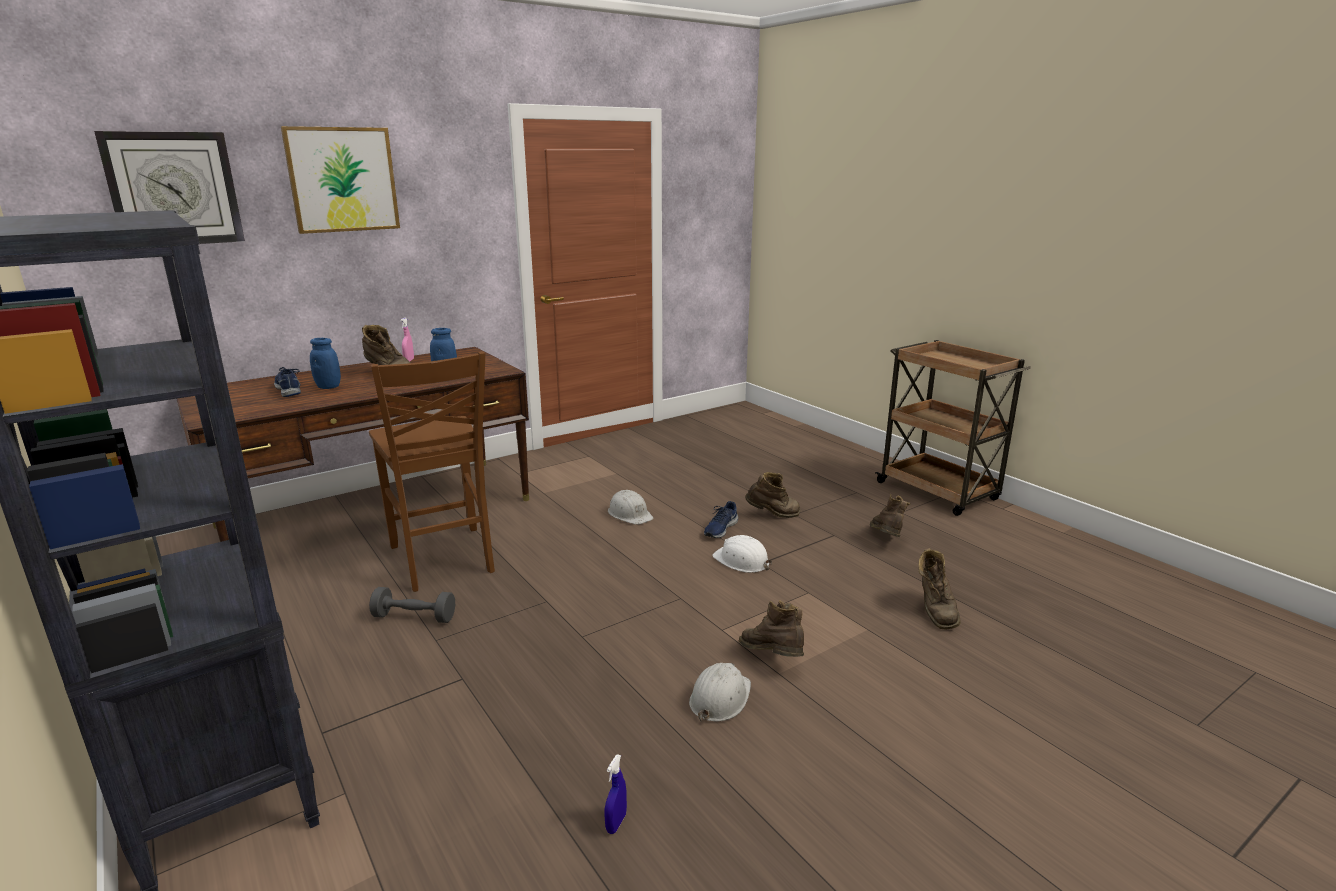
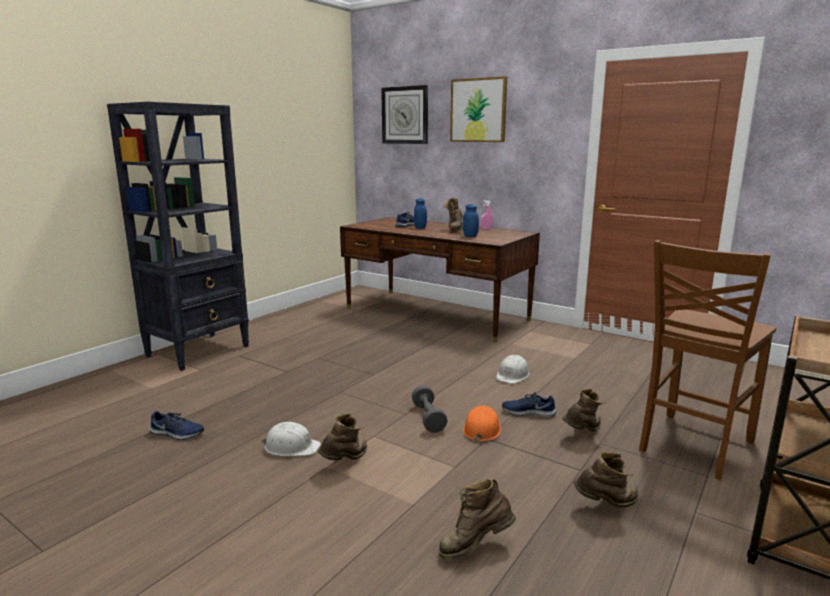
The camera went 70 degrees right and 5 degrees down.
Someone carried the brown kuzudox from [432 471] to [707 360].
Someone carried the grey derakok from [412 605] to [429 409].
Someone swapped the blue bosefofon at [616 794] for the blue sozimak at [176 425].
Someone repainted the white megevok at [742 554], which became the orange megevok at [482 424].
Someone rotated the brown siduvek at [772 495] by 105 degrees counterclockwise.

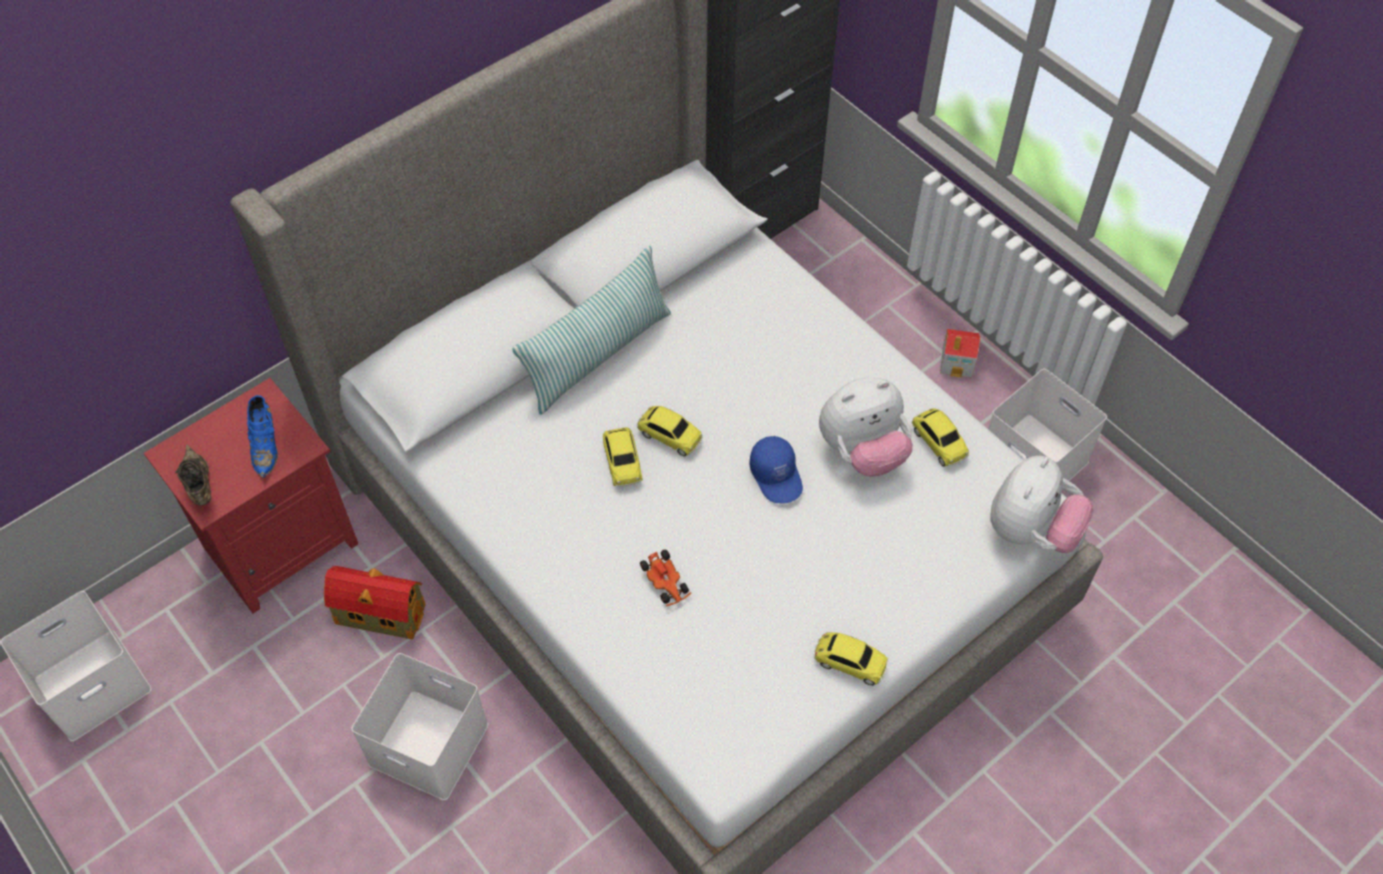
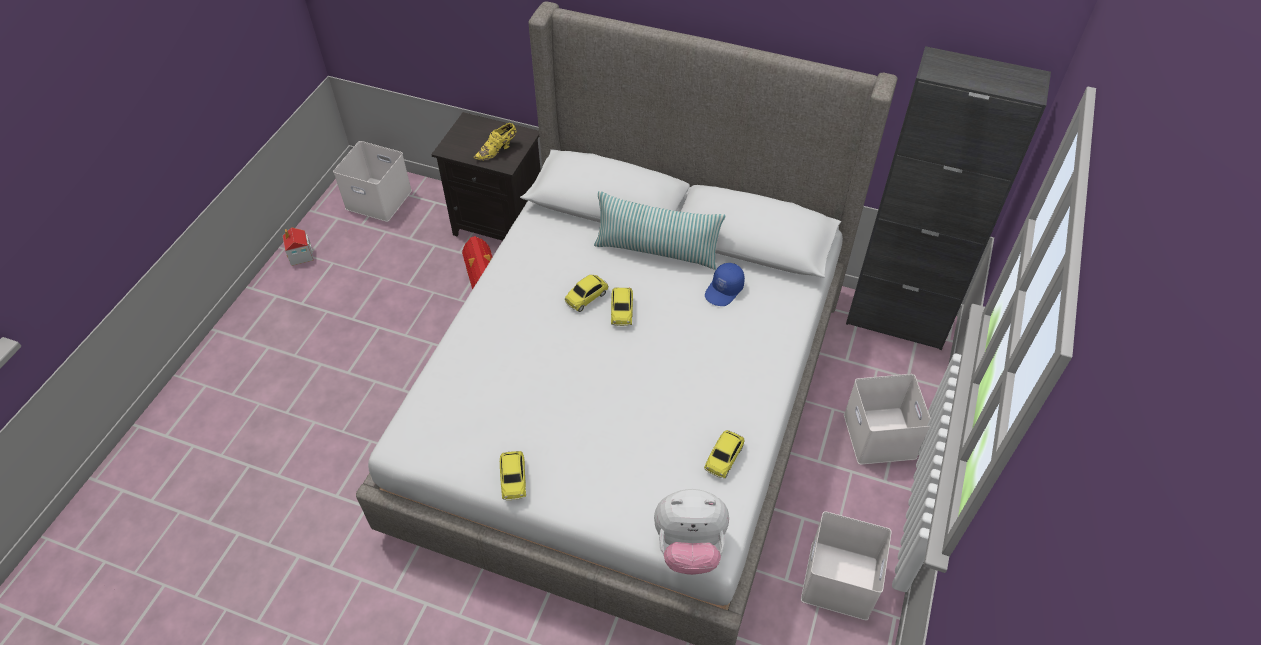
The camera went 60 degrees right and 5 degrees down.
Someone repainted the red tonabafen at [251 495], which became the black tonabafen at [486 176].
Someone took away the brown sozimak at [193 475].
Someone repainted the blue sozimak at [262 436], which became the yellow sozimak at [494 141].
Someone carried the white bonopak from [420 726] to [887 419].
Someone took away the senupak at [665 578].
Someone carried the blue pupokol from [776 470] to [725 284].
Someone took away the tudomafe at [866 427].
Someone carried the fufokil from [960 353] to [298 246].

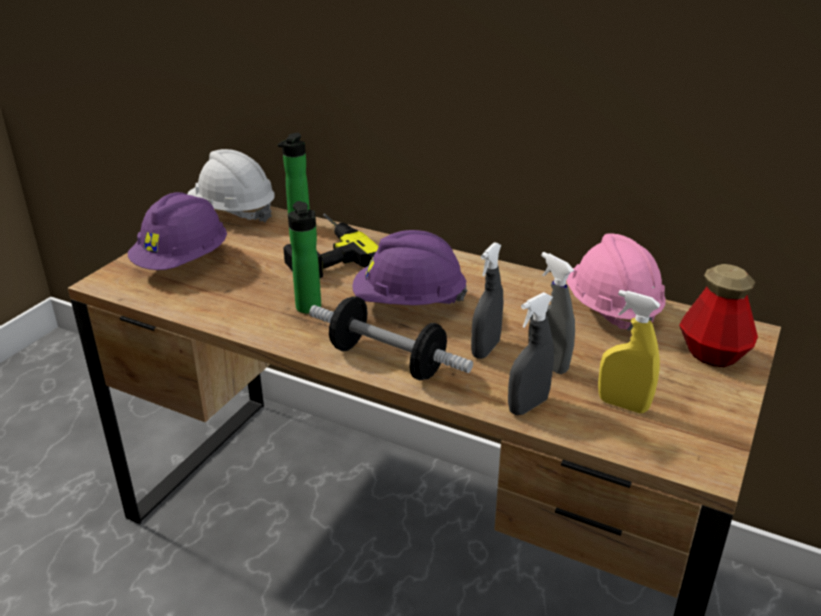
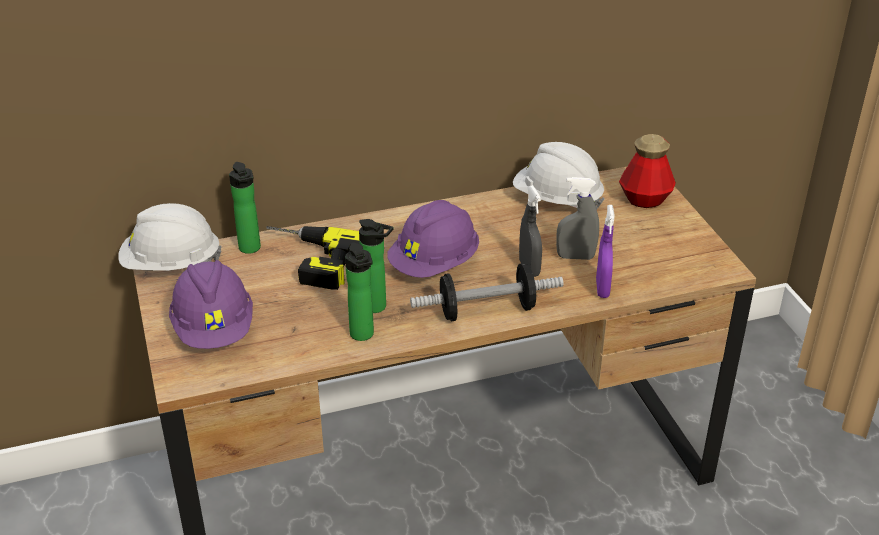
The camera went 45 degrees left and 5 degrees up.
Someone repainted the grey bosefofon at [531 353], which became the purple bosefofon at [605 251].
Someone repainted the pink megevok at [615 282], which became the white megevok at [558 175].
Someone took away the yellow bosefofon at [629 351].
Someone put down the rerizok at [359 292].

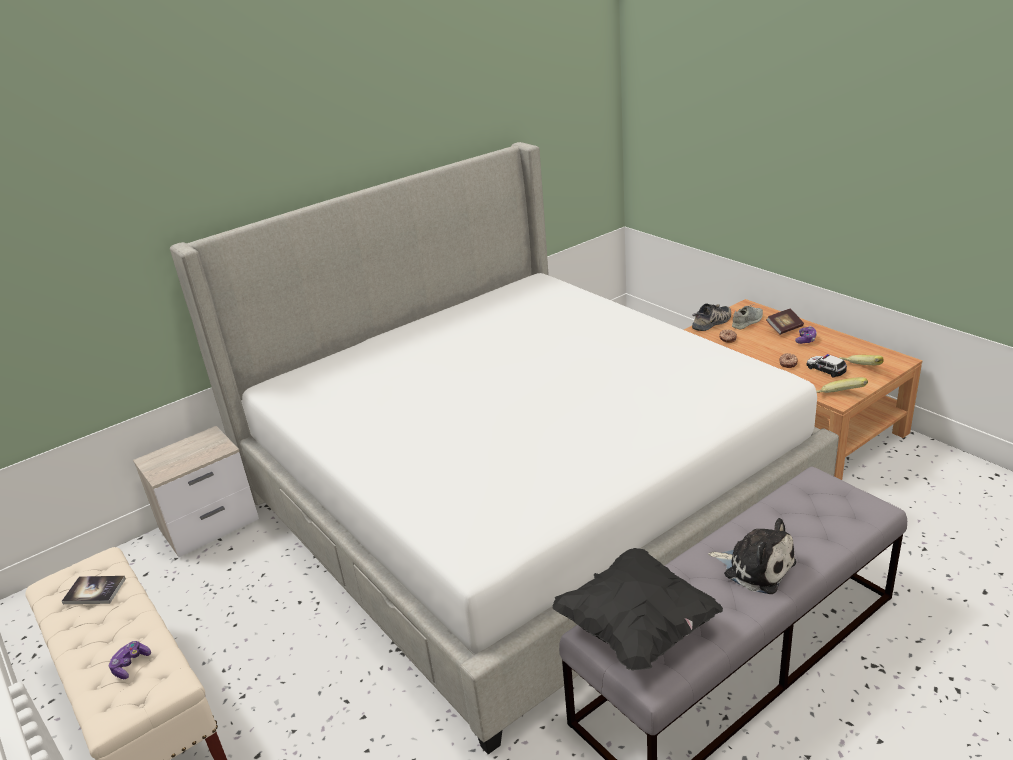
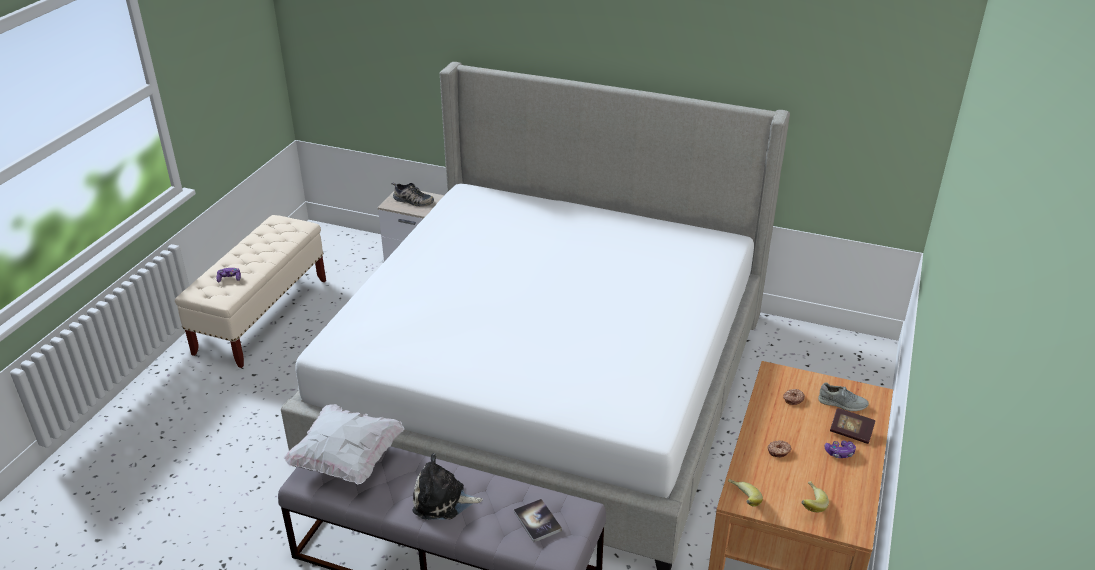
The camera went 55 degrees right and 5 degrees up.
Someone carried the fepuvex from [94 590] to [538 520].
Someone repainted the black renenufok at [638 609], which became the white renenufok at [344 444].
Someone carried the sozimak from [711 317] to [412 195].
Someone rotated the tudomafe at [752 556] by 90 degrees clockwise.
Someone took away the senupak at [826 366].

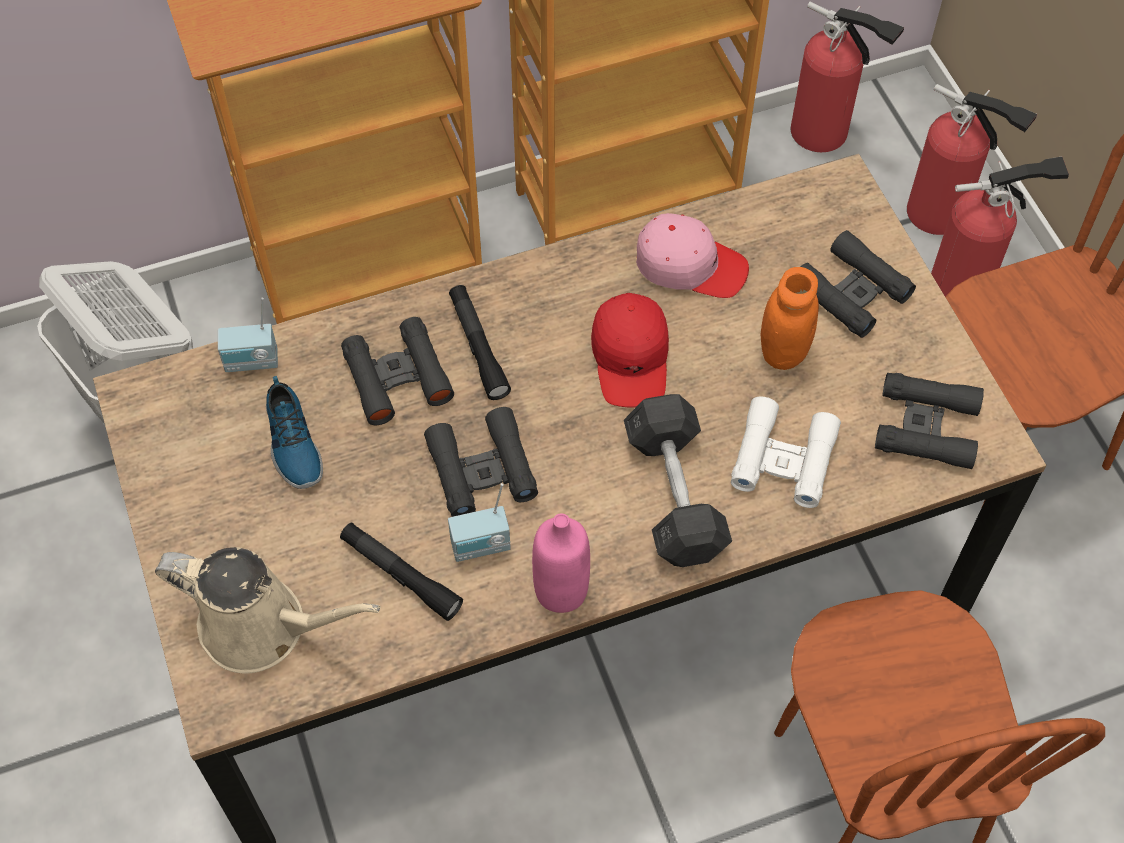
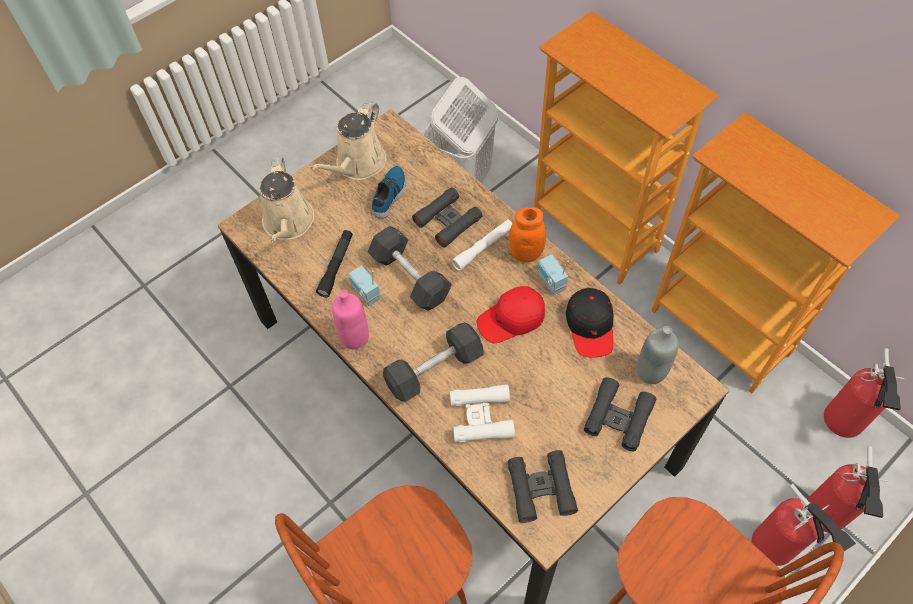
The camera went 70 degrees right and 0 degrees up.
Someone carried the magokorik from [248 334] to [553 274].
Someone rotated the sozimak at [294 432] by 150 degrees clockwise.
Someone swapped the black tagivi at [481 462] for the grey derakok at [410 268].
Someone repainted the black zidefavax at [480 342], which became the white zidefavax at [481 245].
Someone repainted the pink pupokol at [692 255], which became the black pupokol at [590 323].
Someone carried the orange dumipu from [790 318] to [527 234].
Someone put down the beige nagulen at [348 140].
Someone put down the grey rerizok at [658 355].

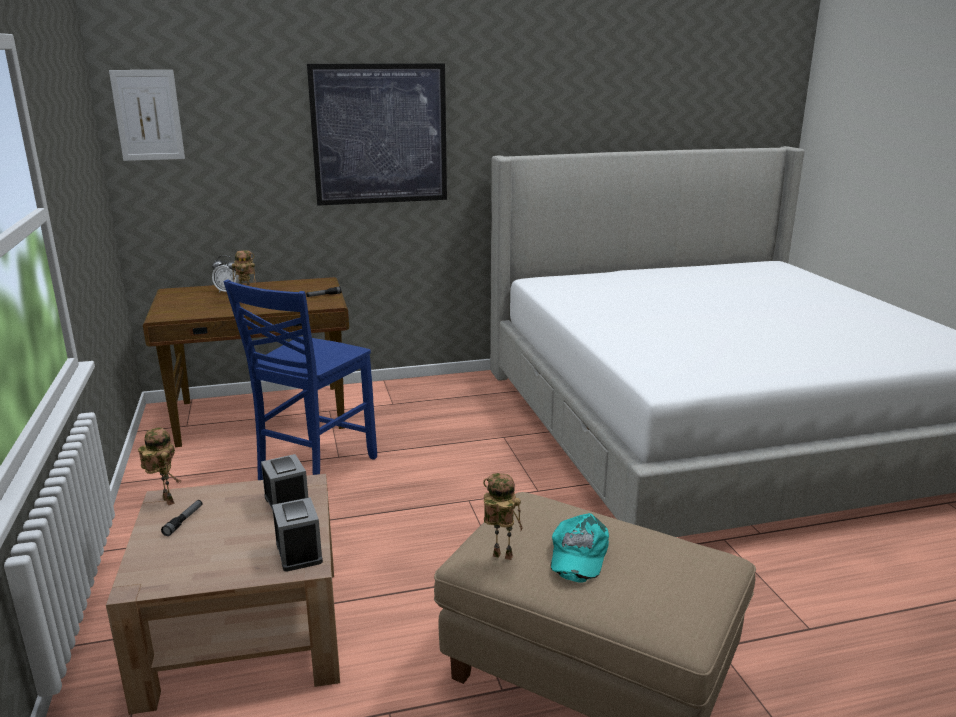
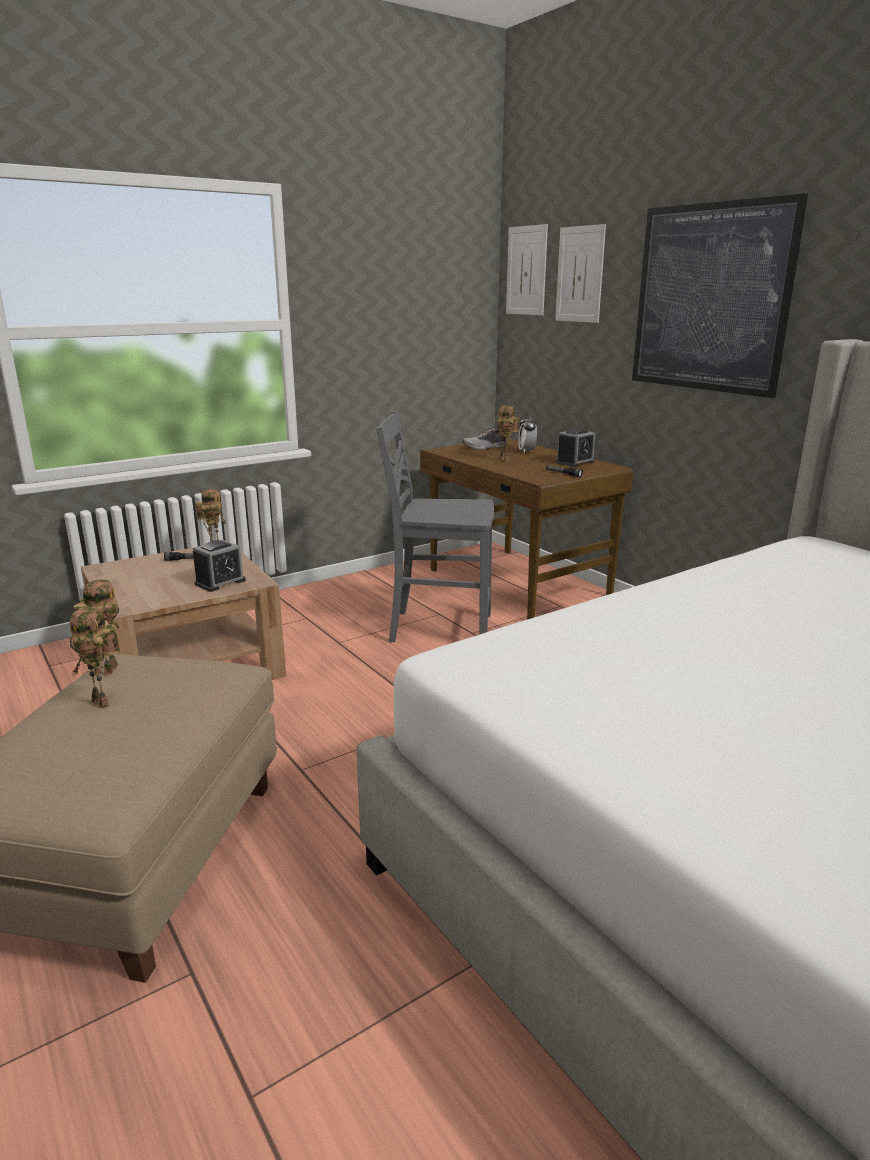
The camera went 70 degrees right and 0 degrees up.
Someone repainted the blue kuzudox at [300 380], which became the grey kuzudox at [435 527].
Someone carried the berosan from [297 534] to [575 447].
Someone swapped the turquoise pupokol at [580 548] for the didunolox at [95 658].
Someone put down the sozimak at [484 438].
Someone put up the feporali at [580 273].

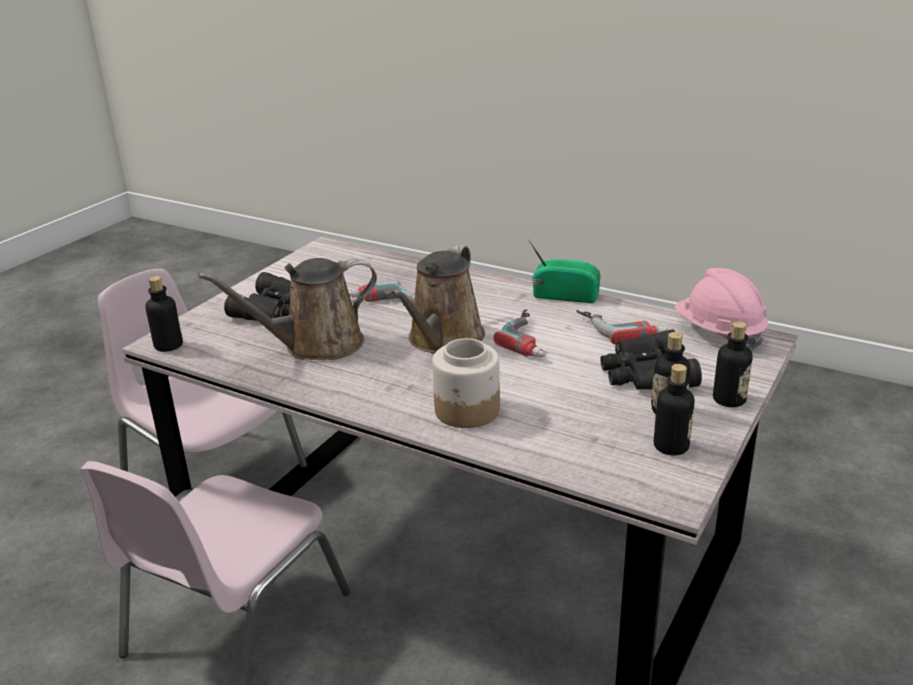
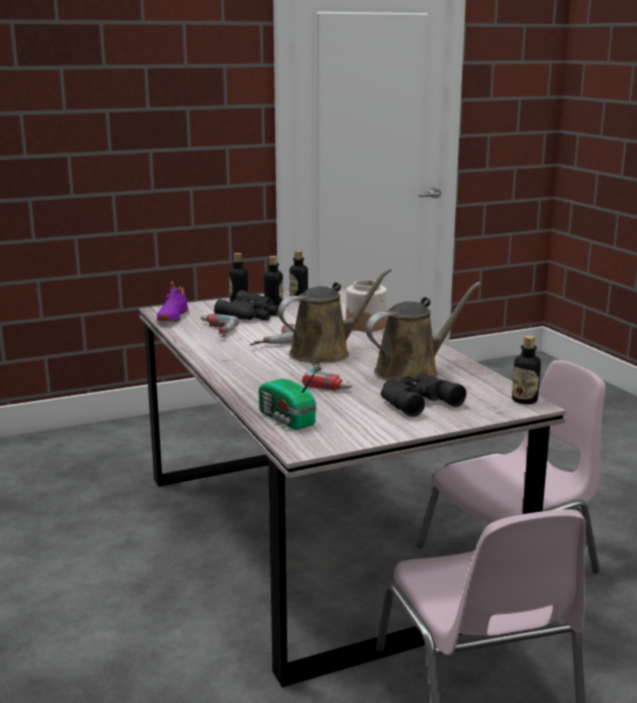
The camera went 145 degrees left and 10 degrees down.
Someone rotated the brown nagulen at [287 309] by 45 degrees counterclockwise.
Someone carried the magokorik from [564 271] to [289 397].
Someone swapped the pink megevok at [721 309] for the purple sozimak at [172 301].

